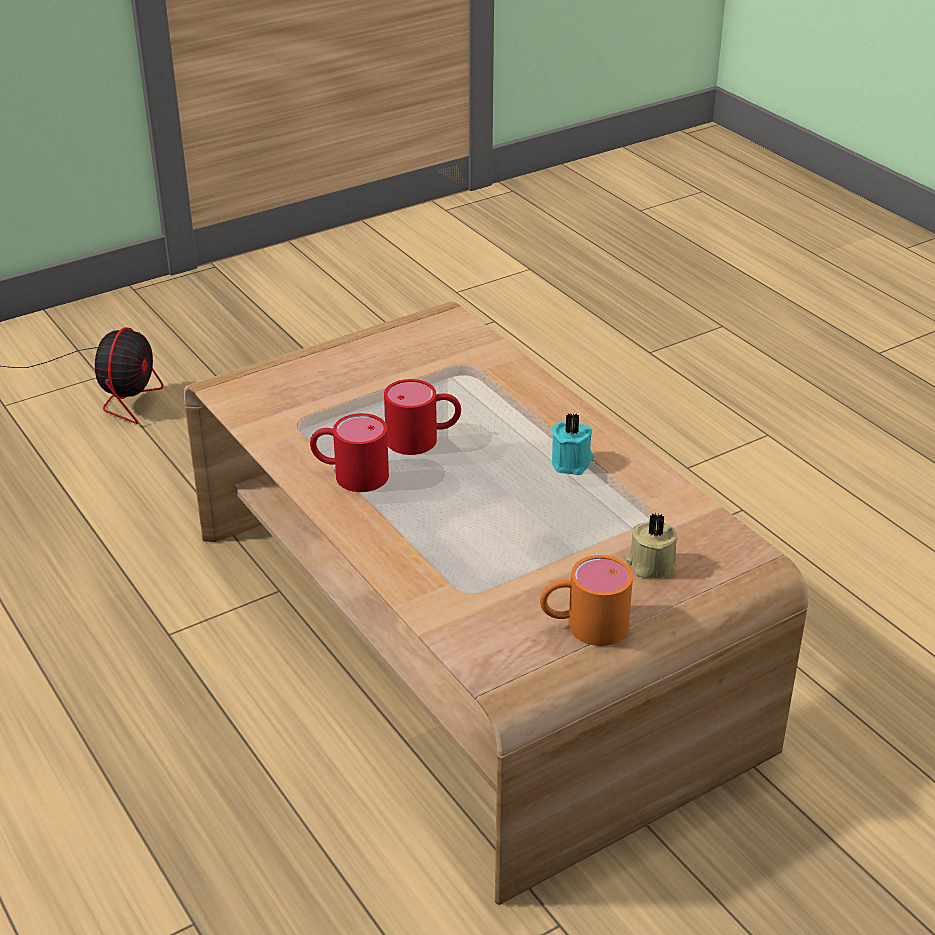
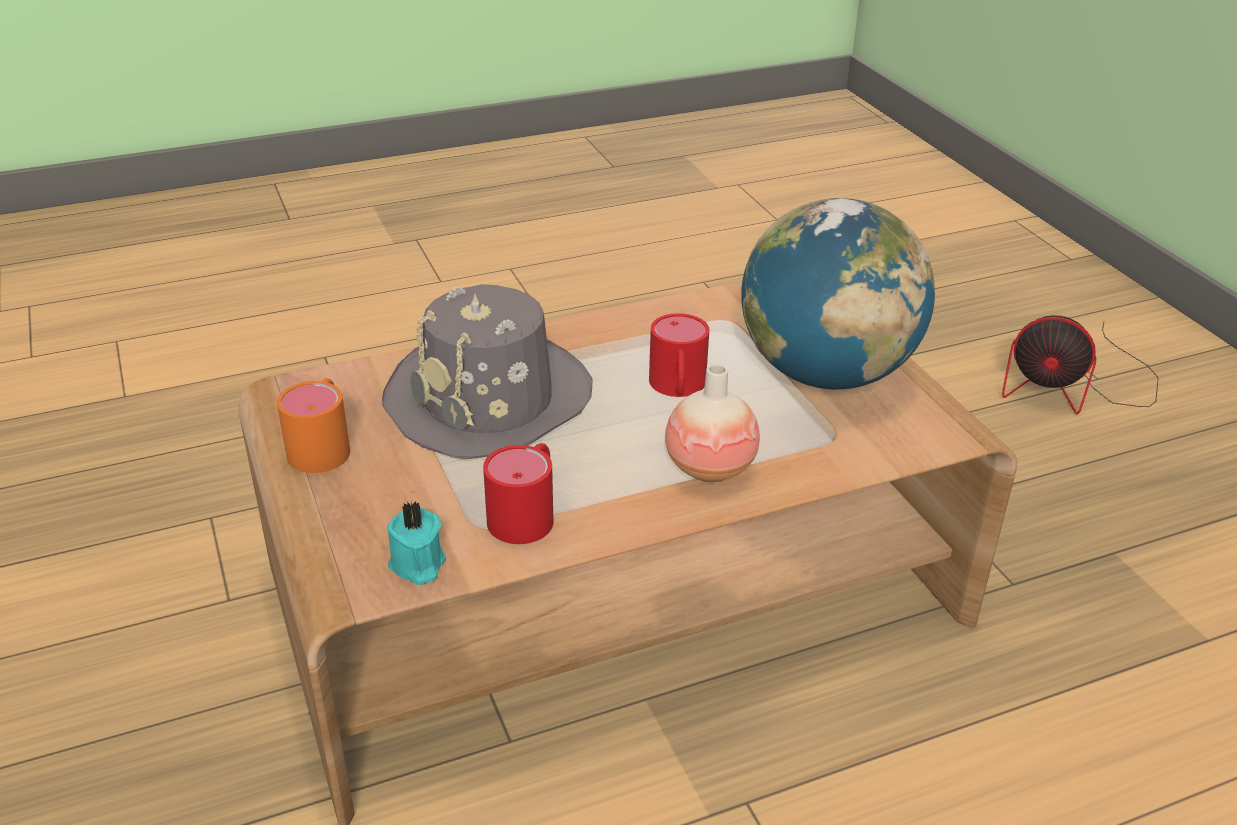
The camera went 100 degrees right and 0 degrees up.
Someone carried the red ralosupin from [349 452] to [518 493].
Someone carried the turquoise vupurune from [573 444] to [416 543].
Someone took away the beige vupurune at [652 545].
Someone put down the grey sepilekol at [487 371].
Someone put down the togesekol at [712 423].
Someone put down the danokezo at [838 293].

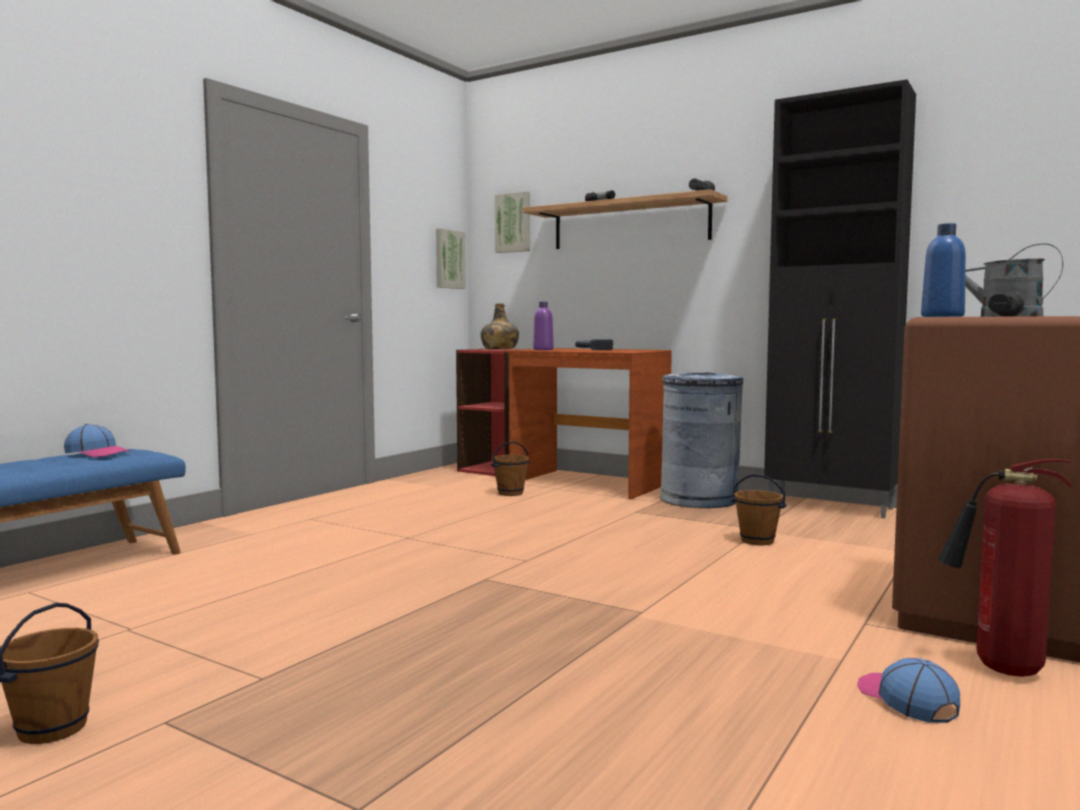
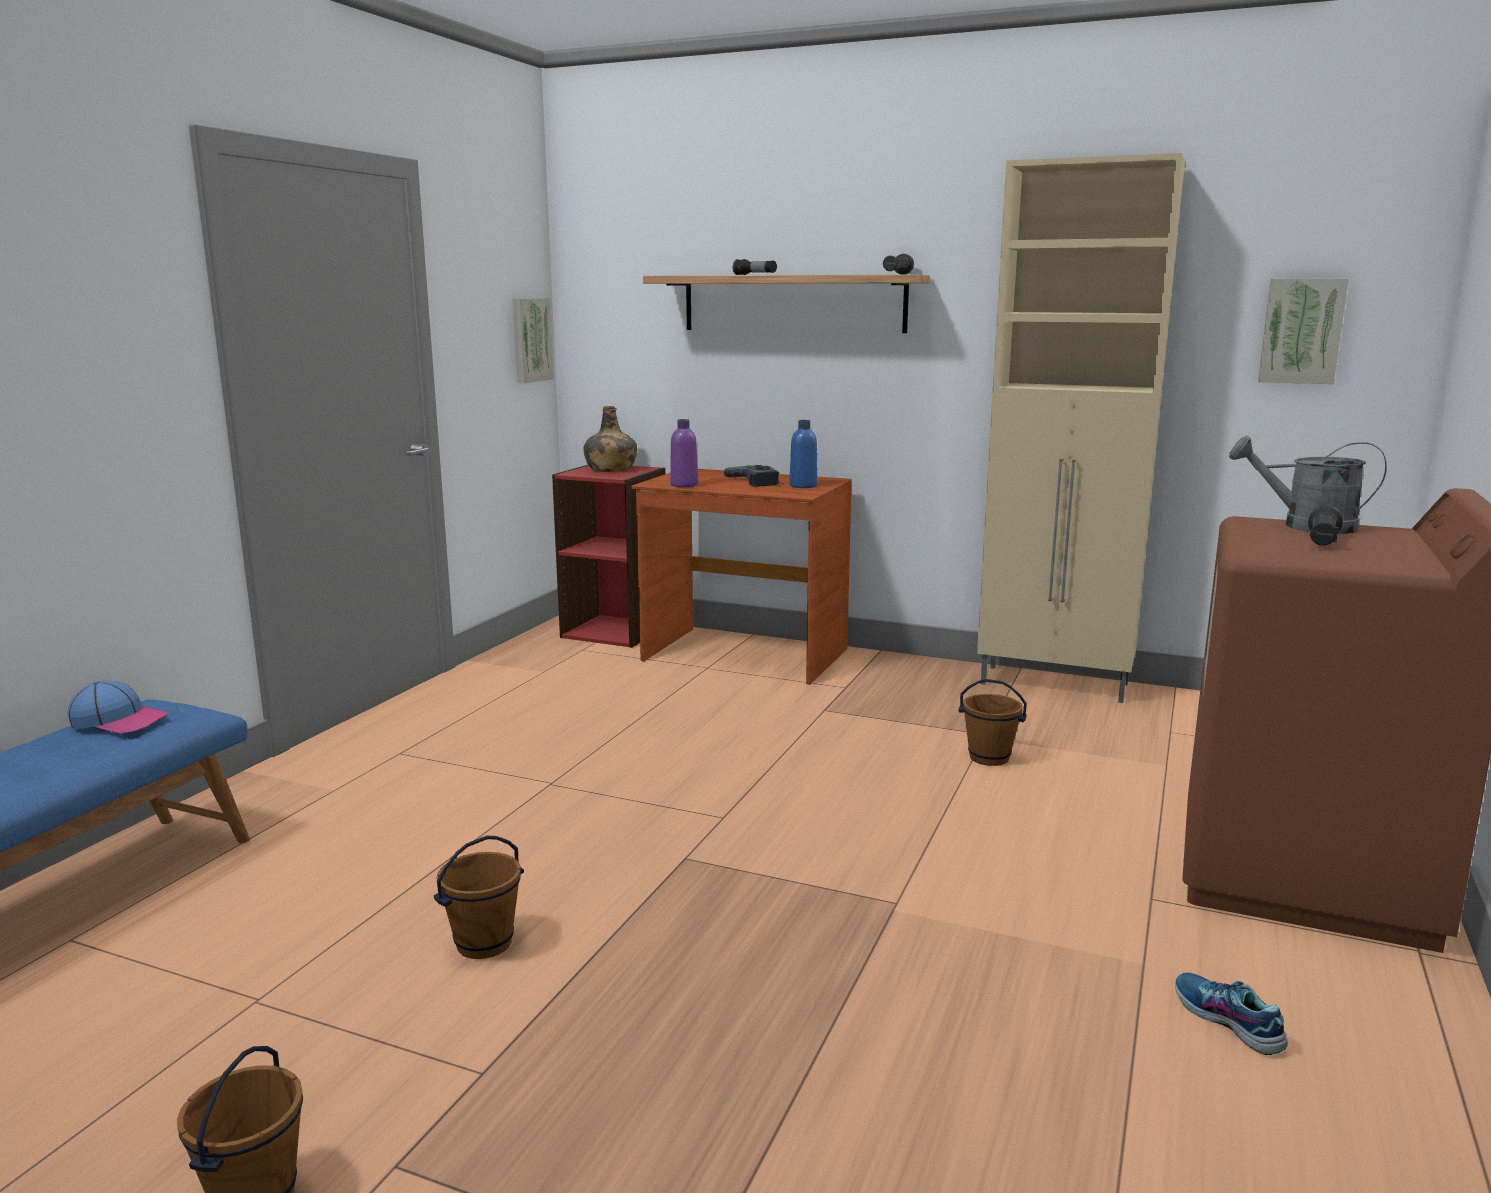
The camera went 10 degrees left and 10 degrees up.
Someone carried the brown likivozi from [510 468] to [479 897].
Someone carried the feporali from [512 222] to [1303 331].
Someone took away the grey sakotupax at [701 440].
Someone repainted the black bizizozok at [840 298], which became the beige bizizozok at [1081 428].
Someone swapped the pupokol at [908 690] for the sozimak at [1231 1013].
Someone carried the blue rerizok from [943 270] to [803 454].
Someone took away the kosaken at [1004 568].

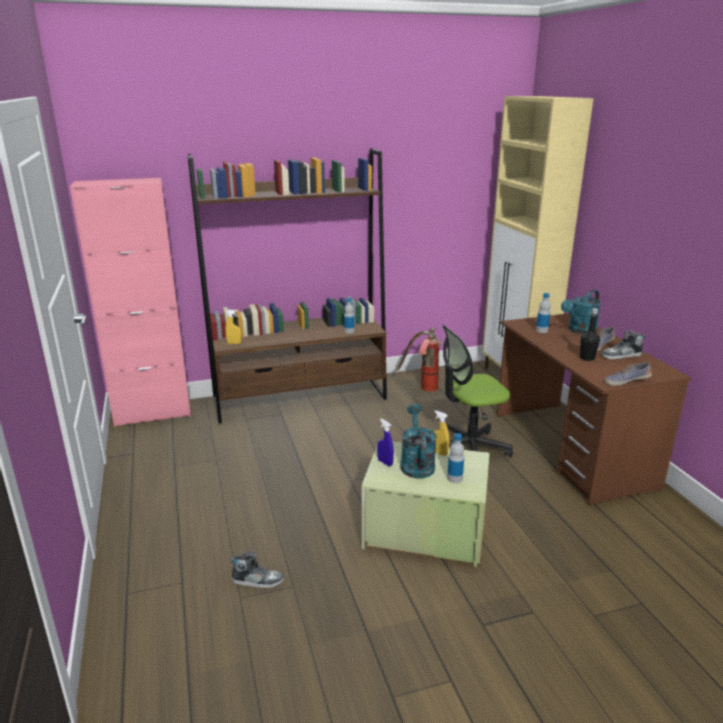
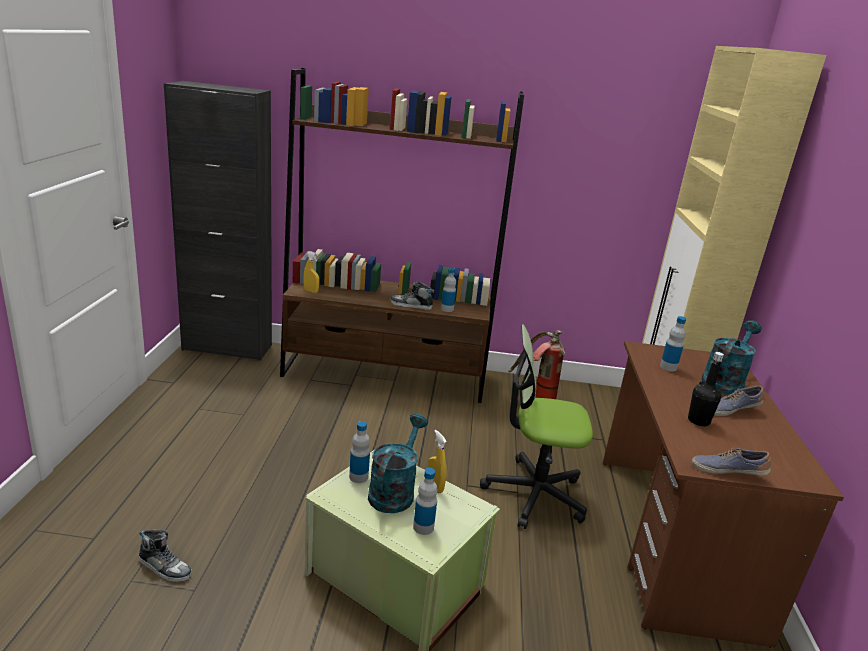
The camera went 20 degrees right and 0 degrees up.
Someone repainted the pink bizizozok at [130 302], which became the black bizizozok at [218 221].
Someone swapped the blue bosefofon at [385 442] for the rerizok at [359 452].
Someone rotated the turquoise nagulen at [581 312] by 150 degrees clockwise.
Someone carried the sozimak from [623 345] to [412 295].

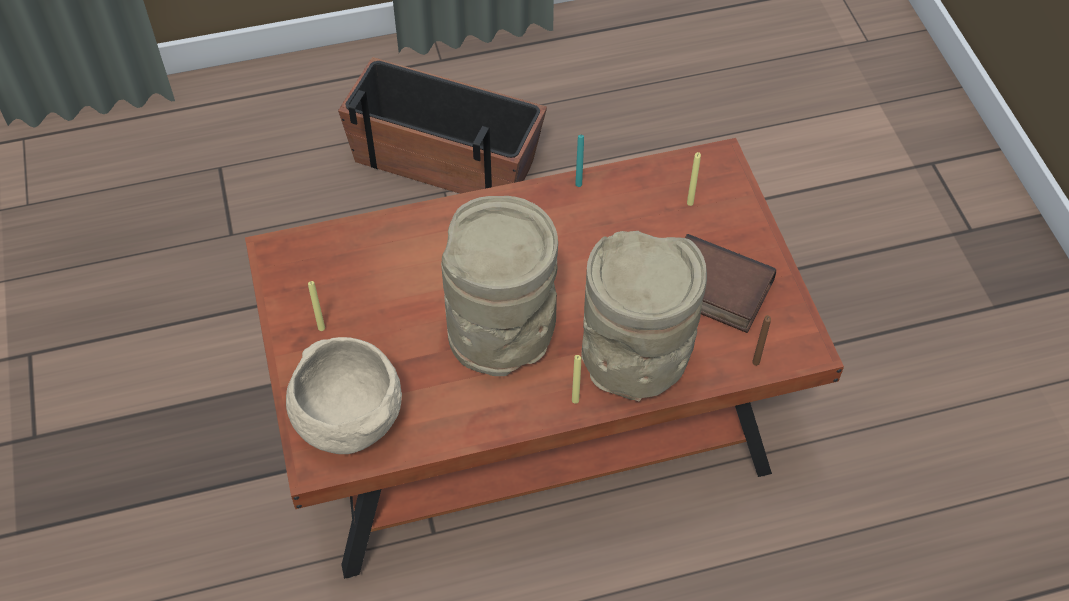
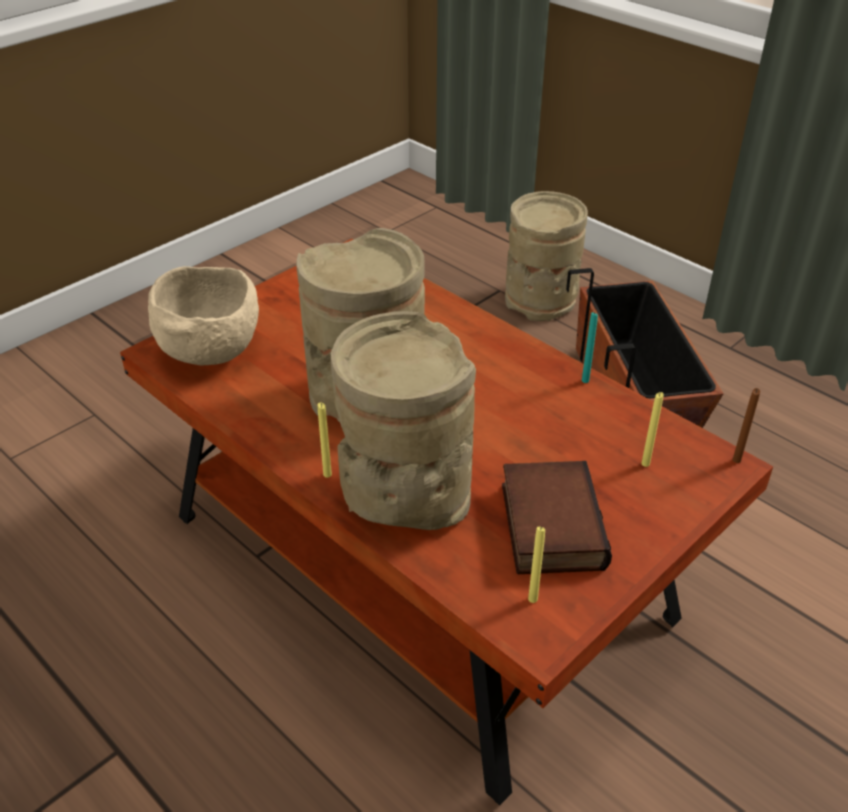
The camera went 60 degrees right and 15 degrees down.
Someone carried the yellow vupurune from [316 306] to [536 564].
Someone carried the brown vupurune from [761 340] to [746 425].
Someone put down the beige togesekol at [546 256].

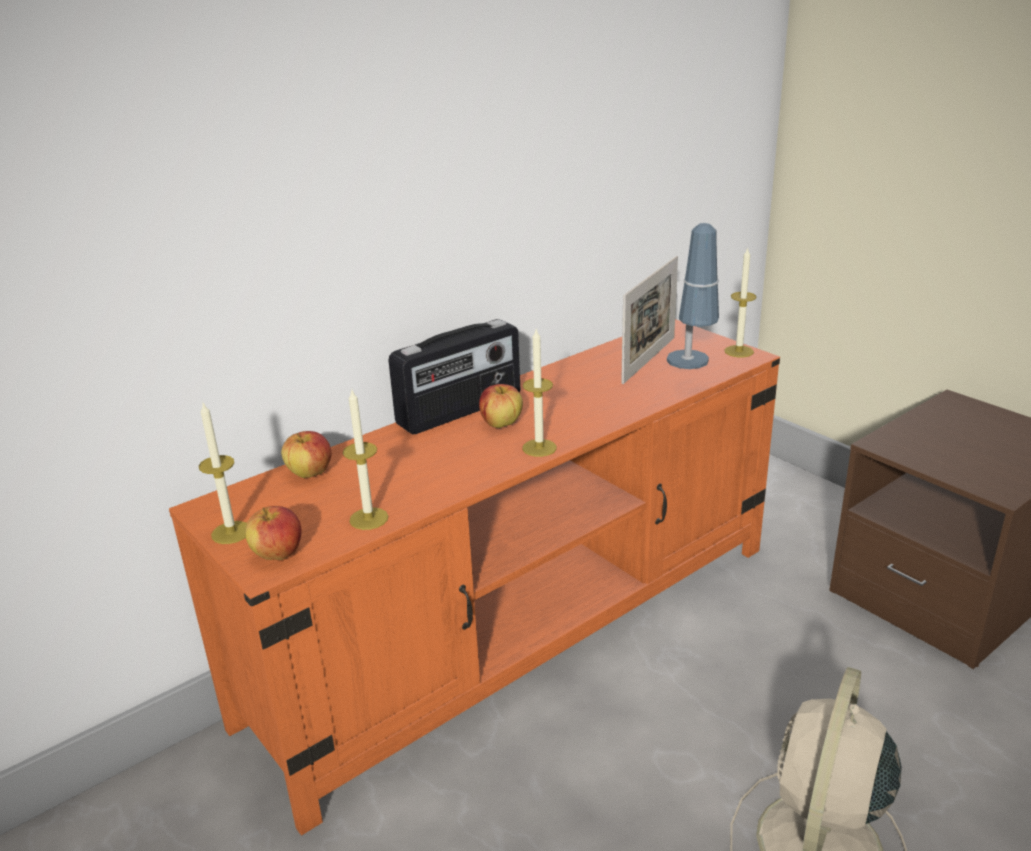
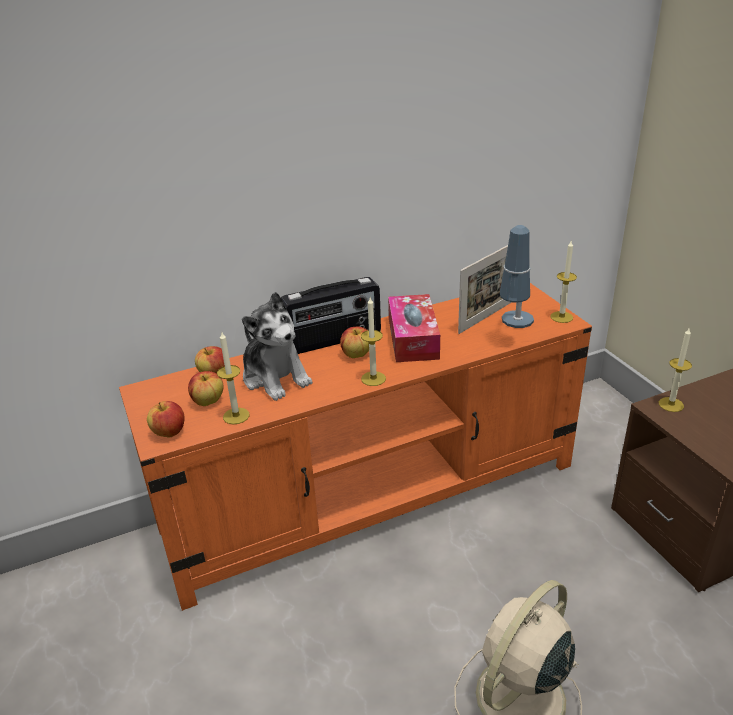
The camera went 15 degrees right and 5 degrees up.
Someone carried the vupurune from [223 472] to [675 370].
Someone put down the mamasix at [206 388].
Someone put down the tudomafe at [277 346].
Someone put down the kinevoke at [414 328].

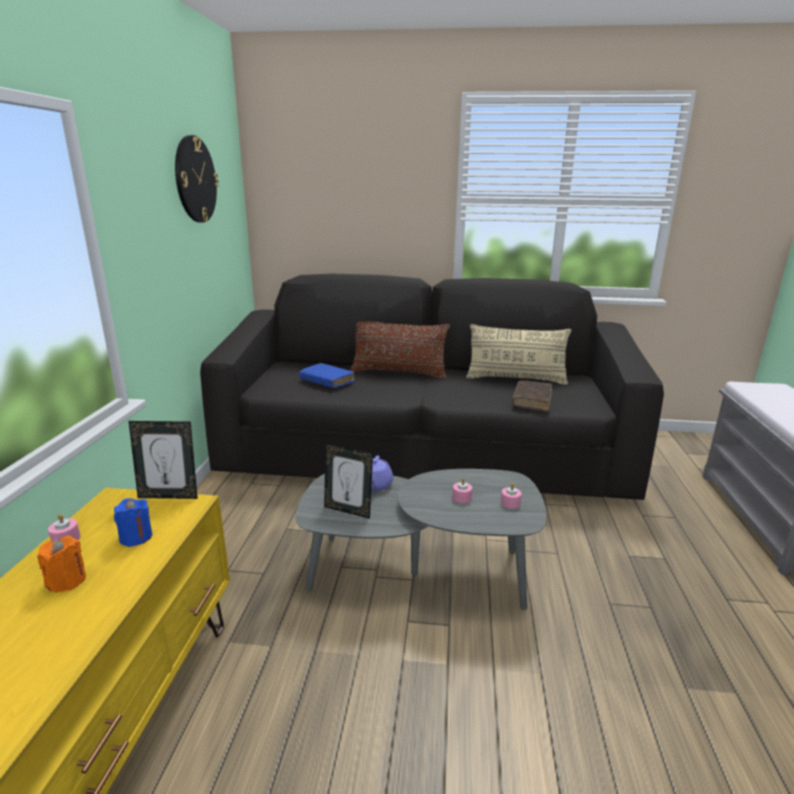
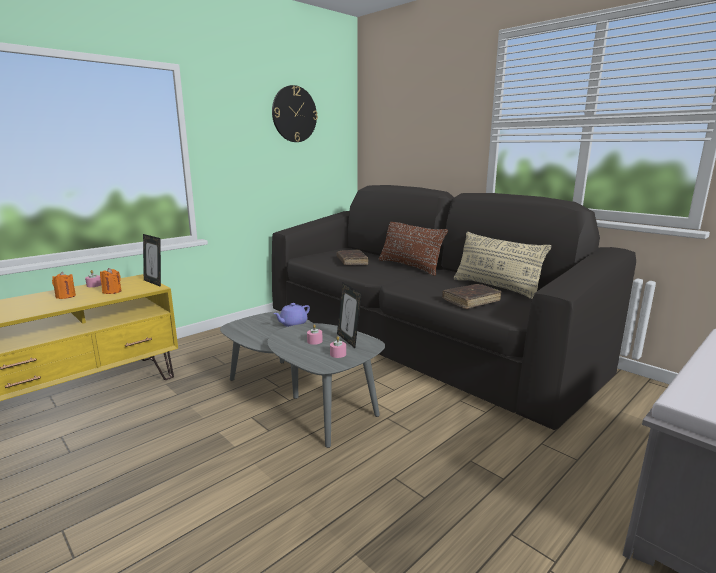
The camera went 40 degrees right and 5 degrees down.
Someone repainted the blue vupurune at [133 522], which became the orange vupurune at [111 281].
Someone repainted the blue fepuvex at [327 375], which became the brown fepuvex at [352 257].
Someone carried the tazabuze from [348 481] to [349 315].

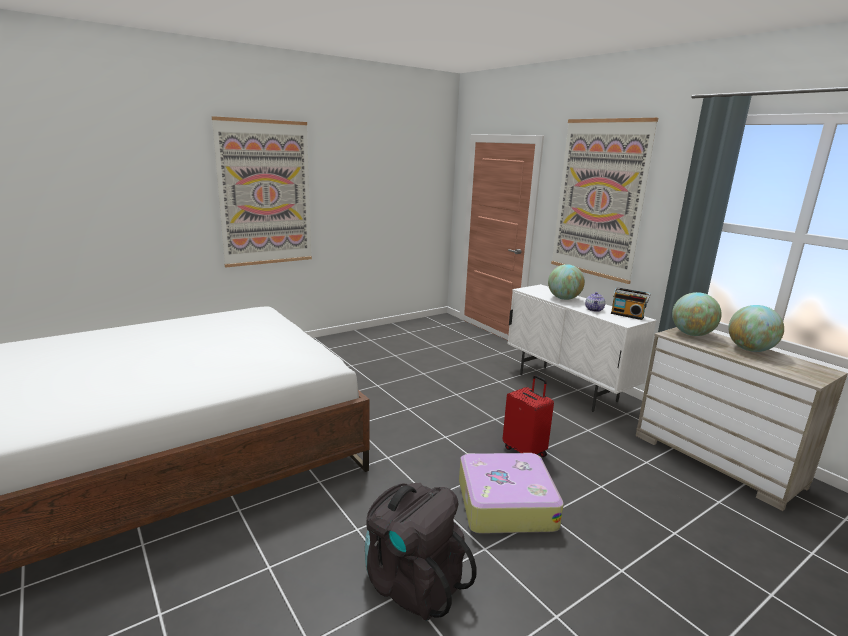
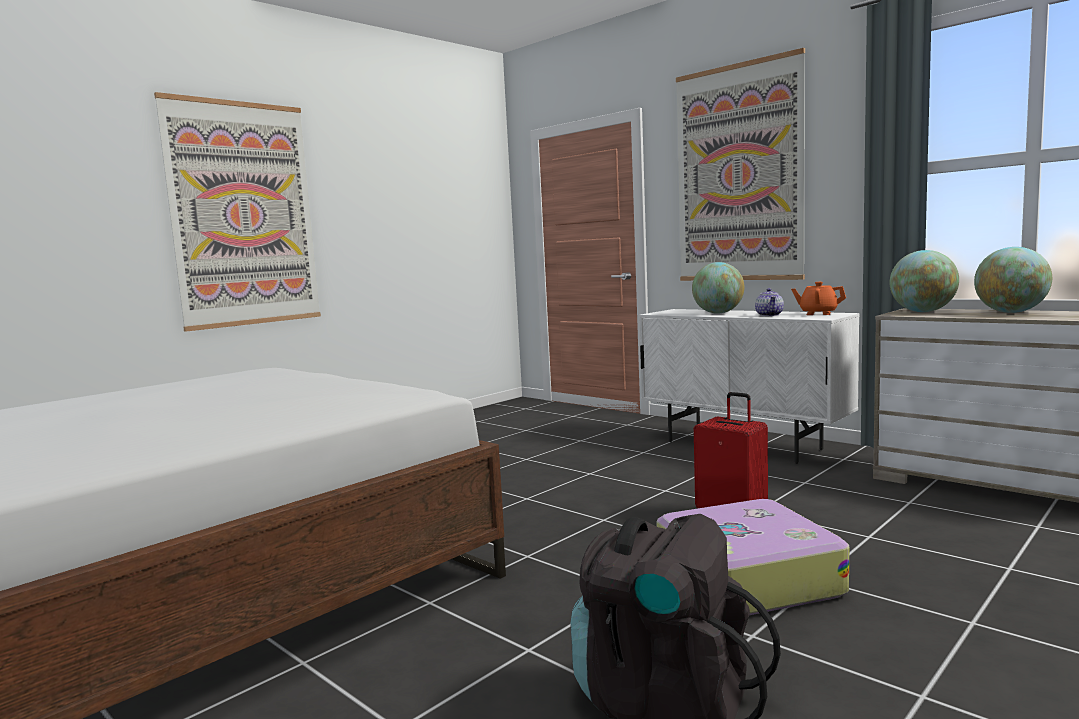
The camera went 10 degrees left and 10 degrees down.
Someone swapped the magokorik at [630 303] for the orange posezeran at [818 298].

